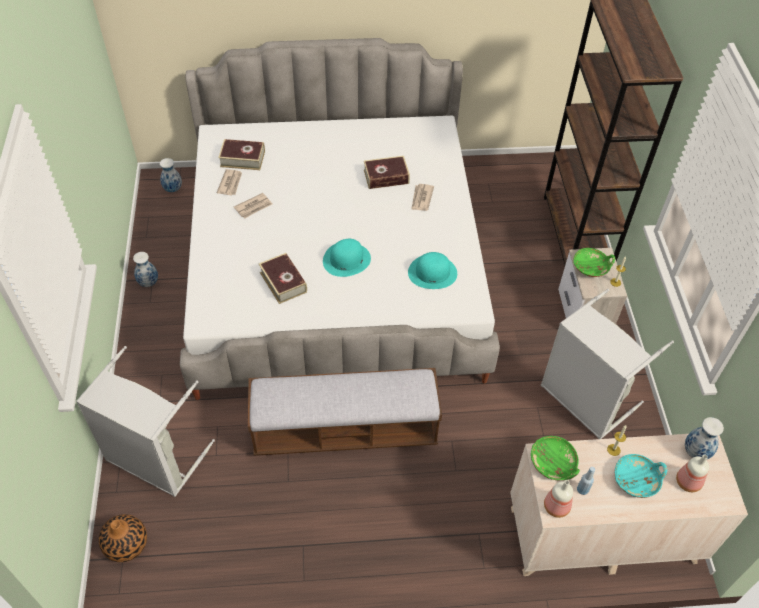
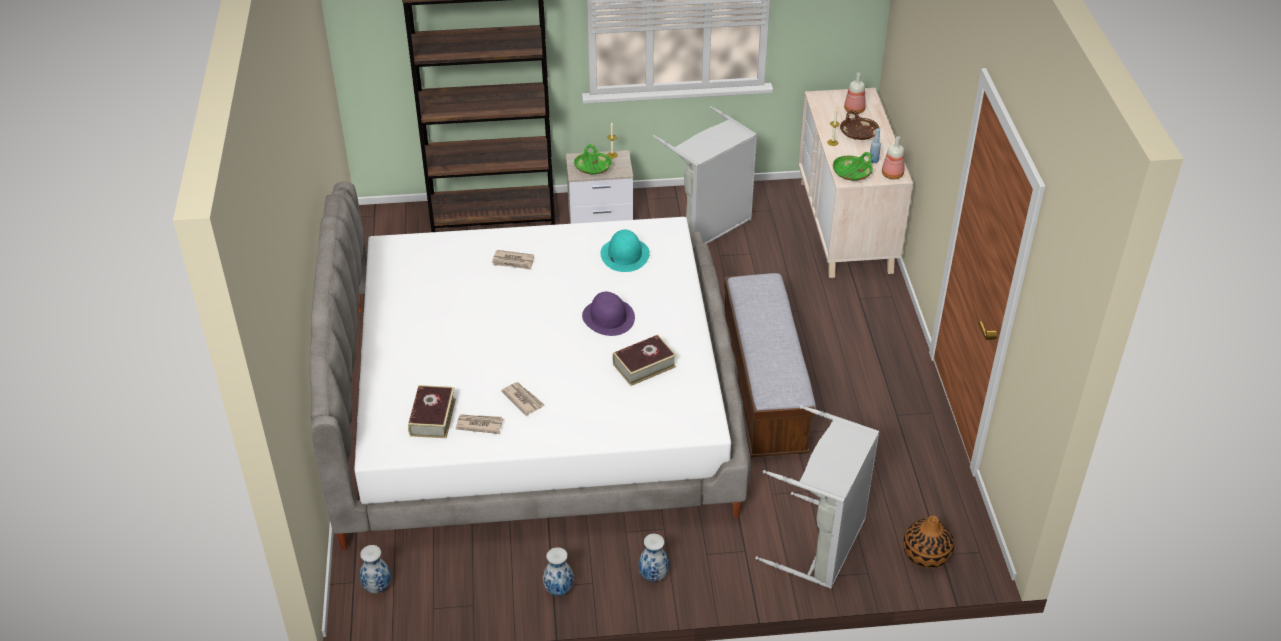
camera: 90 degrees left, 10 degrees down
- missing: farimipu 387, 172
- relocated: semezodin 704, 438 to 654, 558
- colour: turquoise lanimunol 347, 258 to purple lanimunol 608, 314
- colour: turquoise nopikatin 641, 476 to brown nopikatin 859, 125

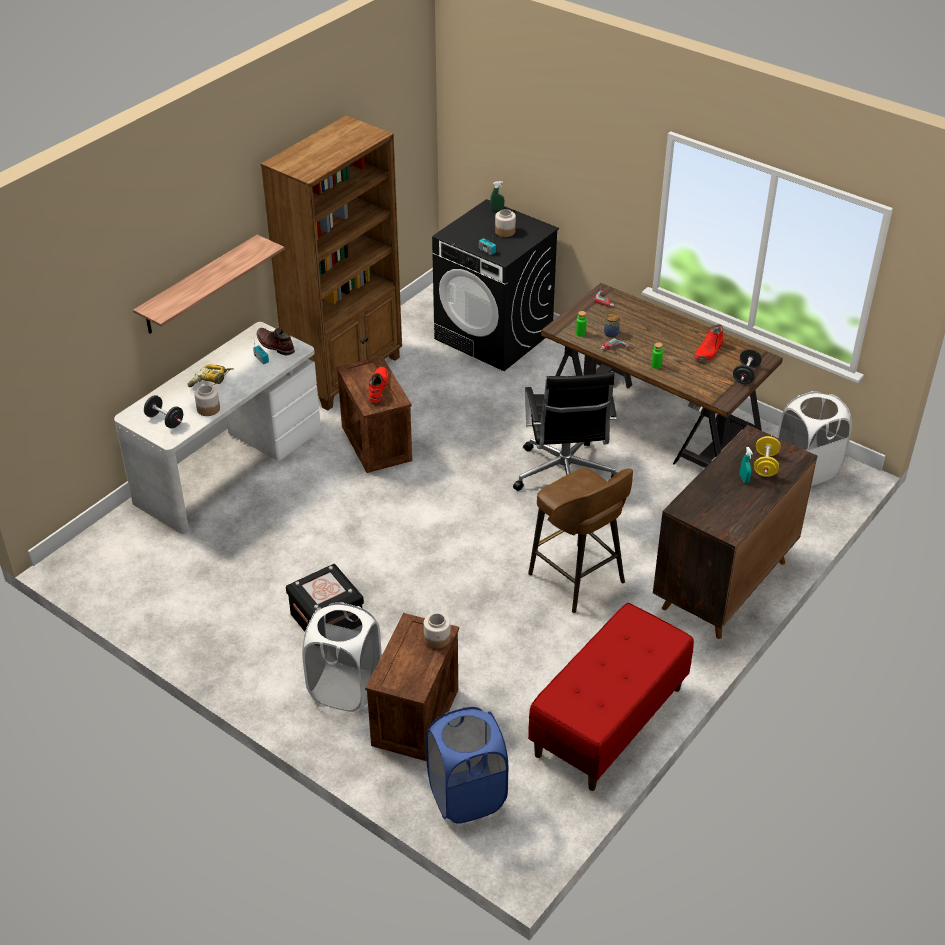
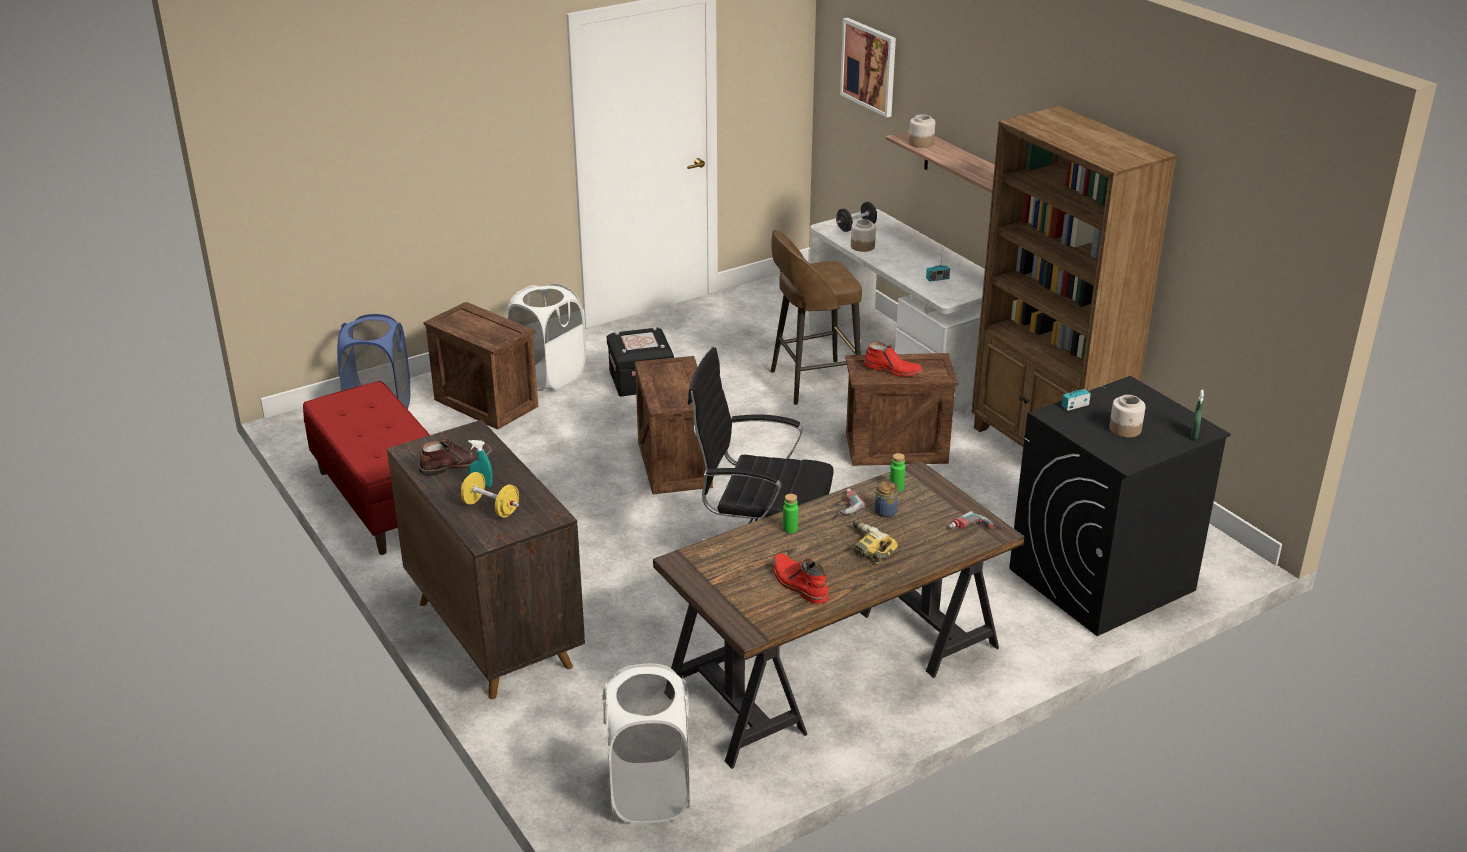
camera: 110 degrees right, 10 degrees down
- missing: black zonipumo 747, 366
- appeared: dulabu 674, 425
- appeared: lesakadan 868, 68
- relocated: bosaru 211, 375 to 869, 542
- relocated: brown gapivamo 276, 341 to 455, 457
- relocated: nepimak 437, 630 to 922, 131
- relocated: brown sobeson 580, 540 to 816, 317

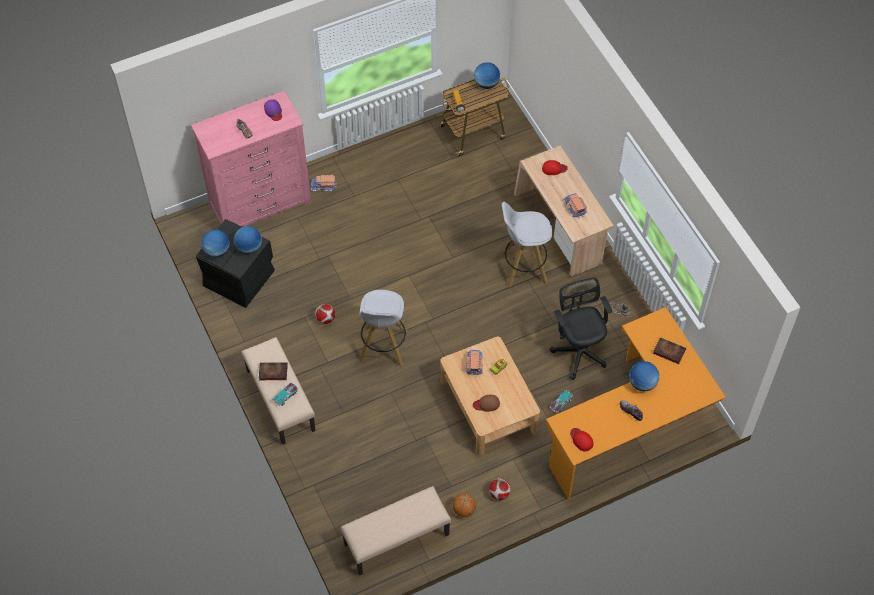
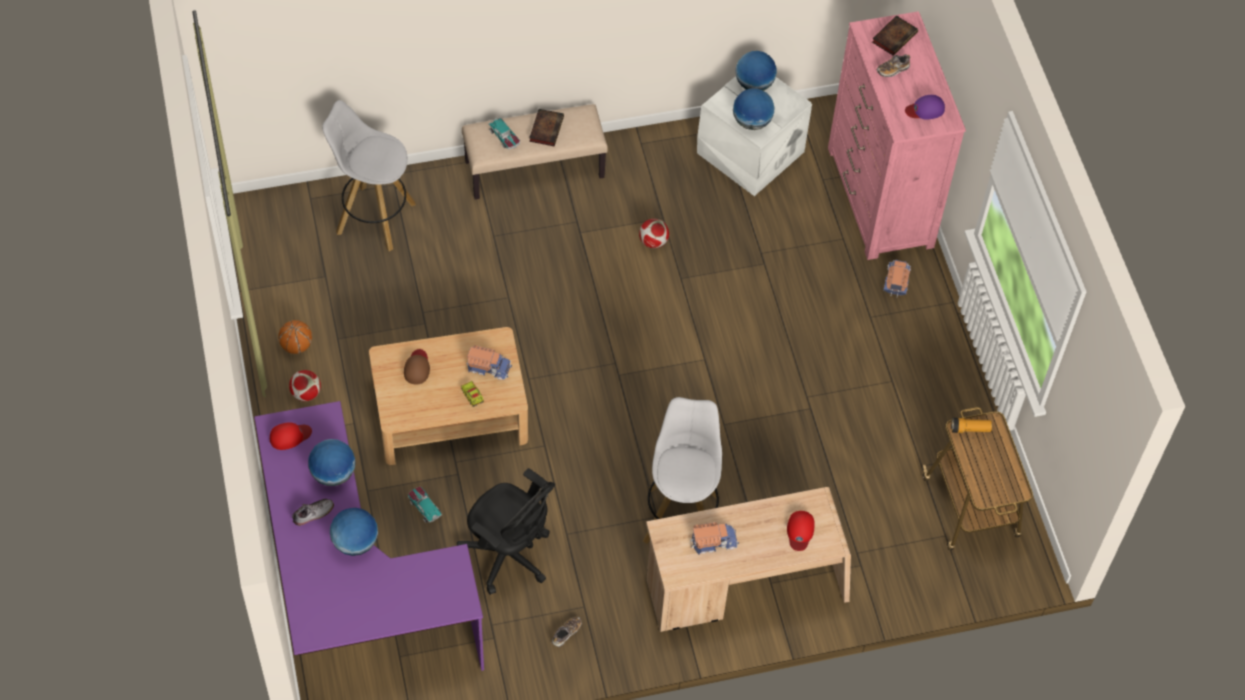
camera: 100 degrees right, 0 degrees up
- missing: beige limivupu 395, 530
- relocated: white sobeson 384, 328 to 369, 175
- relocated: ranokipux 487, 75 to 332, 462
- relocated: farimipu 669, 350 to 895, 36
- colour: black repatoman 235, 263 to white repatoman 754, 136
- colour: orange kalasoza 636, 403 to purple kalasoza 369, 536
- spun: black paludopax 581, 328 = 506, 531 45 degrees clockwise

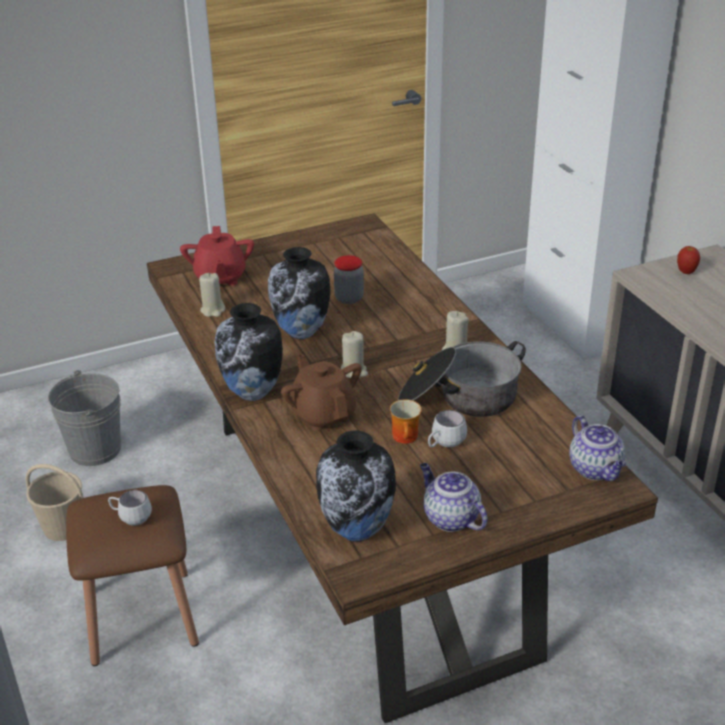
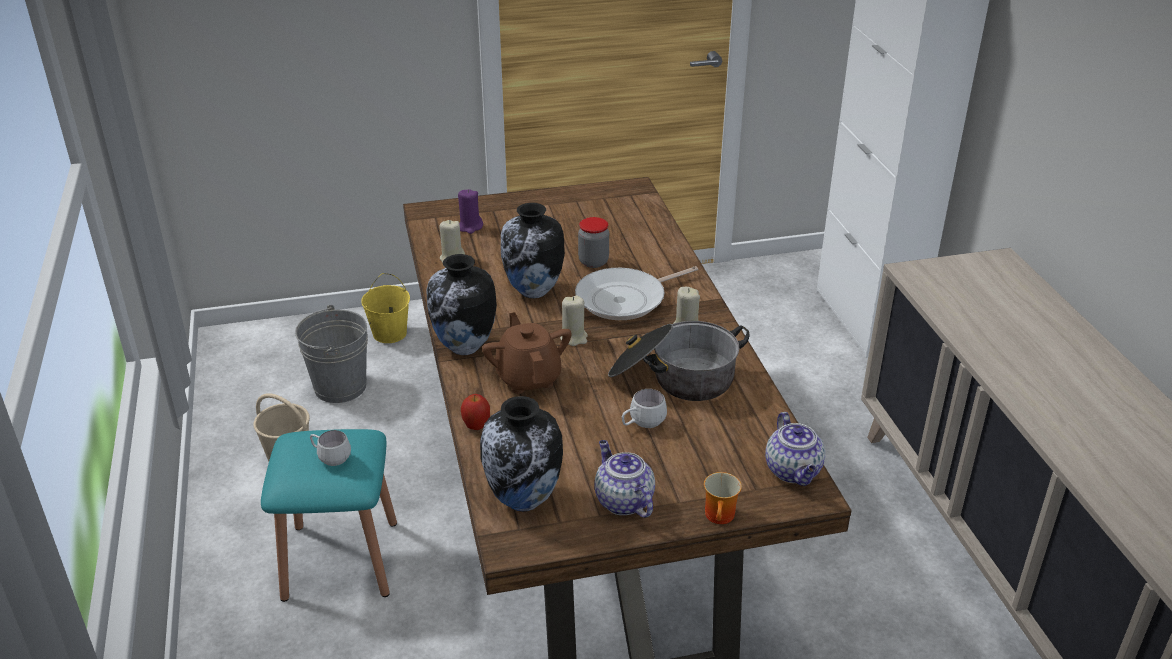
camera: 10 degrees right, 0 degrees up
- appeared: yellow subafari 385, 308
- appeared: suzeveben 636, 293
- relocated: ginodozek 406, 421 to 723, 498
- relocated: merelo 688, 260 to 475, 412
- exchanged: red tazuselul 217, 255 to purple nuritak 470, 211
- colour: brown sobeson 132, 575 to turquoise sobeson 329, 515

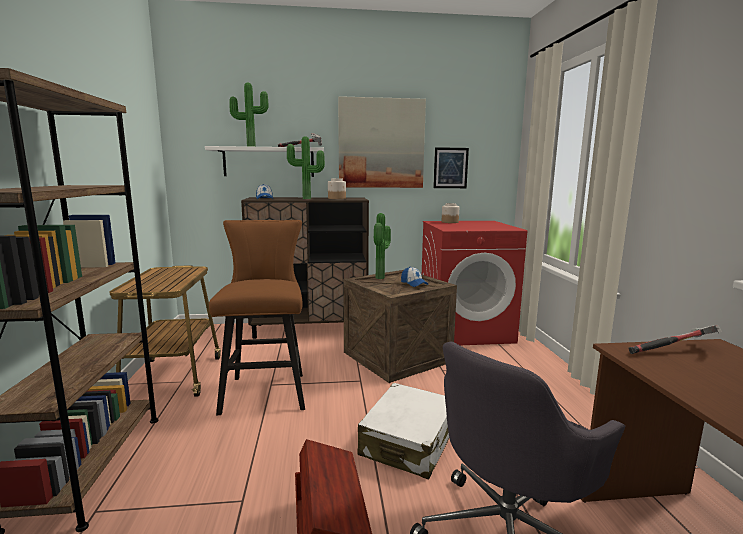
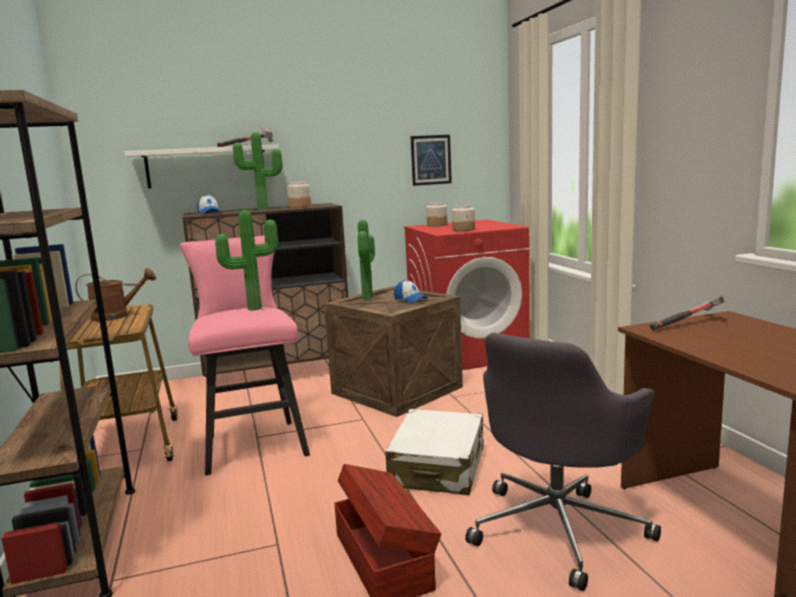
camera: 10 degrees left, 0 degrees up
- missing: lesakadan 382, 142
- appeared: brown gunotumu 115, 294
- appeared: nepimak 463, 218
- relocated: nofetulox 249, 115 to 246, 260
- colour: brown sobeson 257, 317 to pink sobeson 245, 355

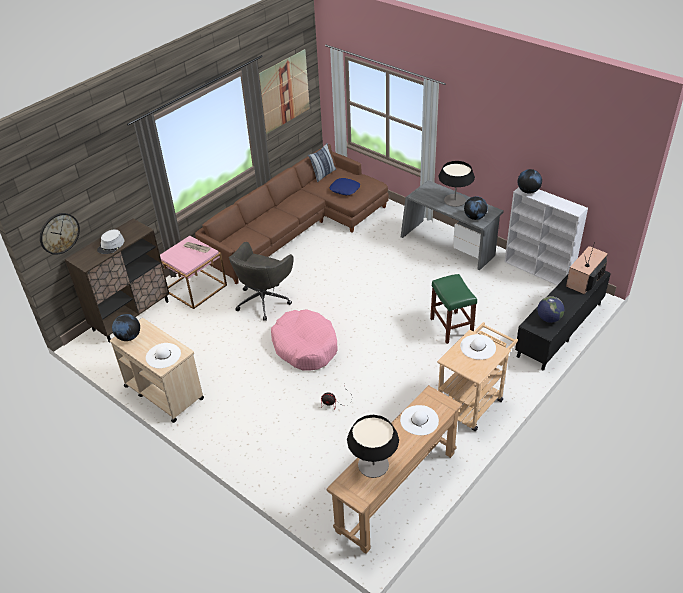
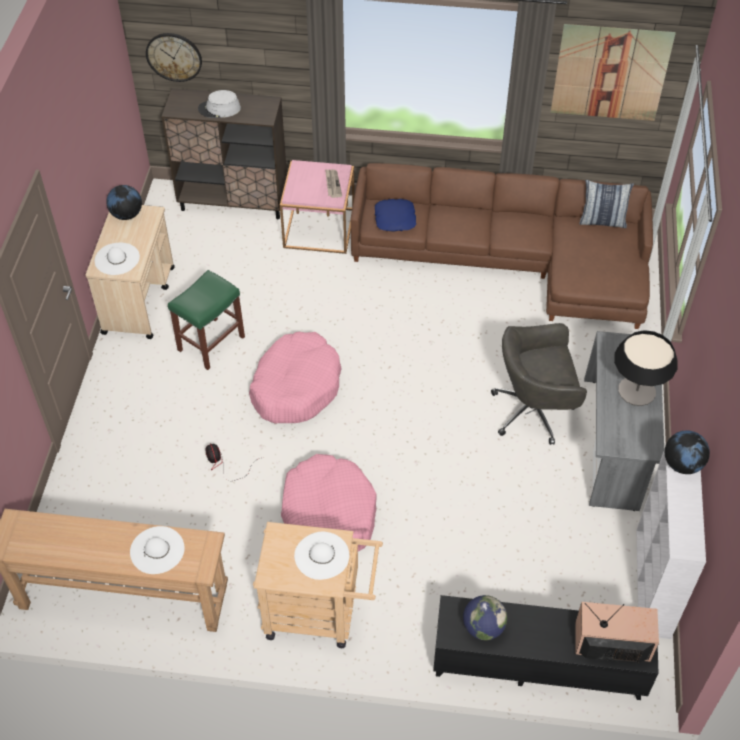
camera: 55 degrees right, 10 degrees up
- missing: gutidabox 373, 446
- missing: ranokipux 476, 208
- appeared: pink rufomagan 329, 502
- relocated: grey paludopax 261, 281 to 539, 384
- relocated: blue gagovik 344, 186 to 395, 215
- relocated: green sobeson 453, 309 to 206, 320

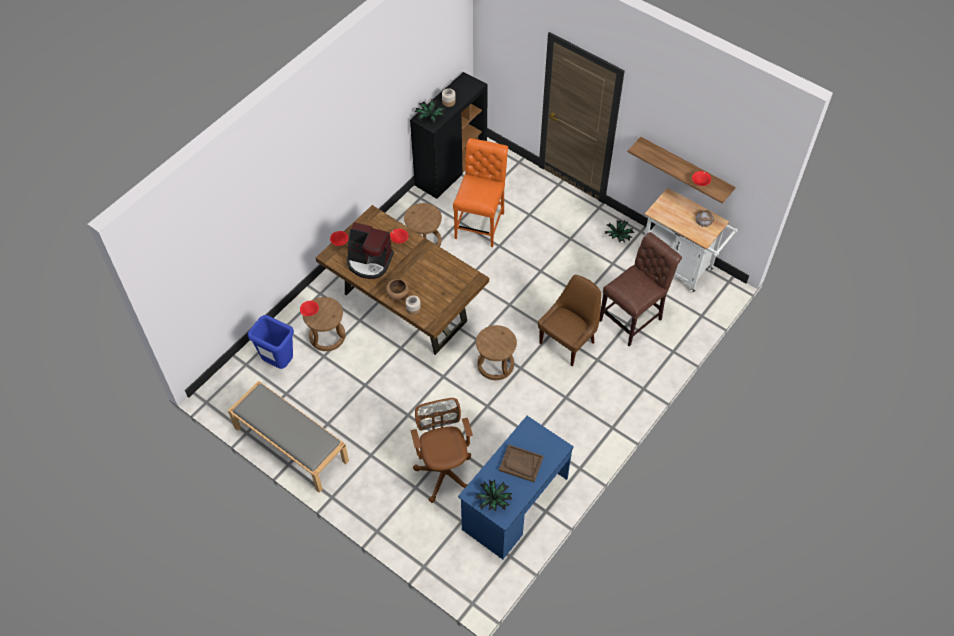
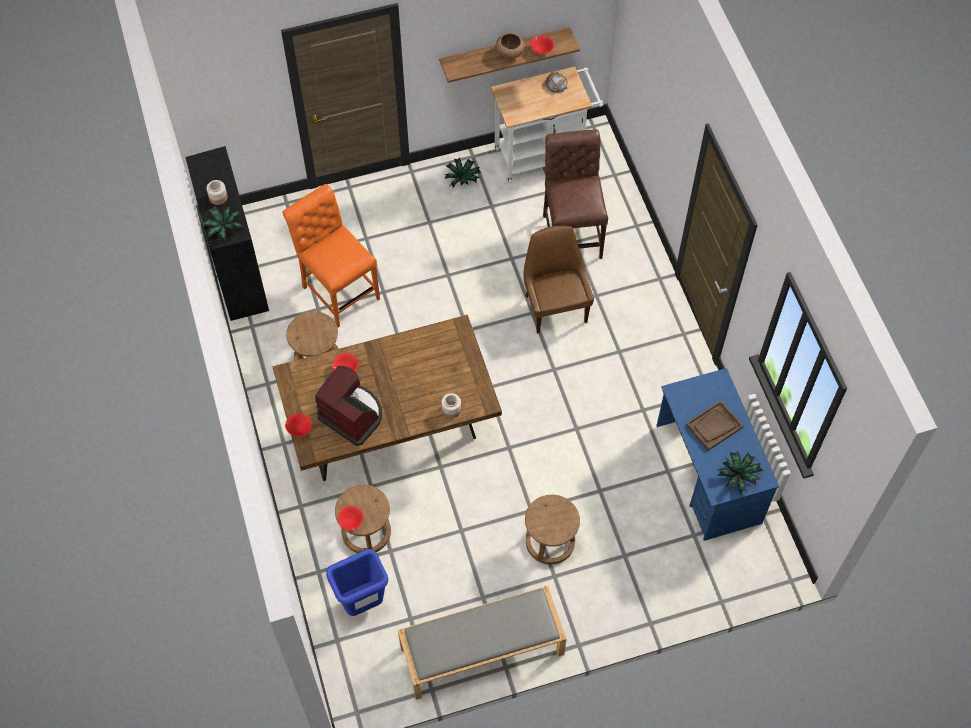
camera: 55 degrees left, 5 degrees up
- missing: brown paludopax 442, 450
- relocated: brown nopikatin 397, 289 to 510, 46
- relocated: brown sobeson 496, 352 to 552, 530
- spun: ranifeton 370, 250 = 348, 406 105 degrees counterclockwise

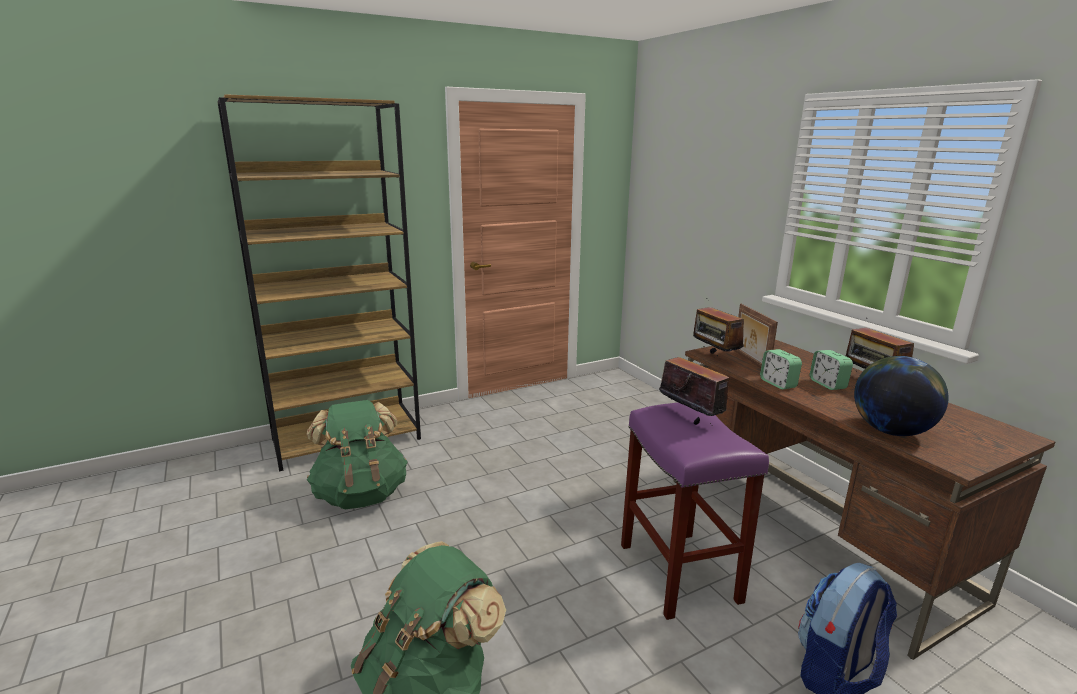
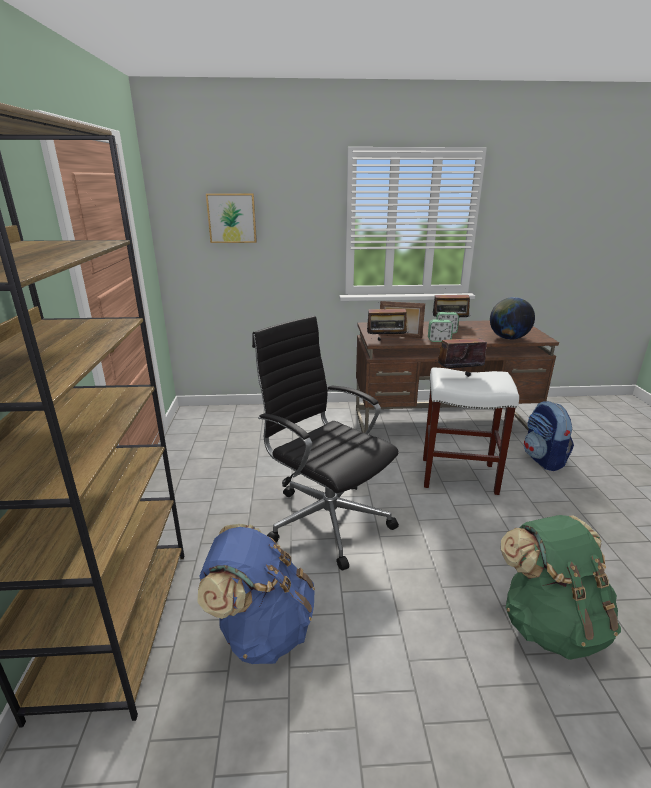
camera: 65 degrees left, 5 degrees up
- appeared: lesakadan 231, 218
- appeared: black paludopax 325, 443
- colour: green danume 357, 454 to blue danume 256, 594
- colour: purple sobeson 695, 511 to white sobeson 471, 431

